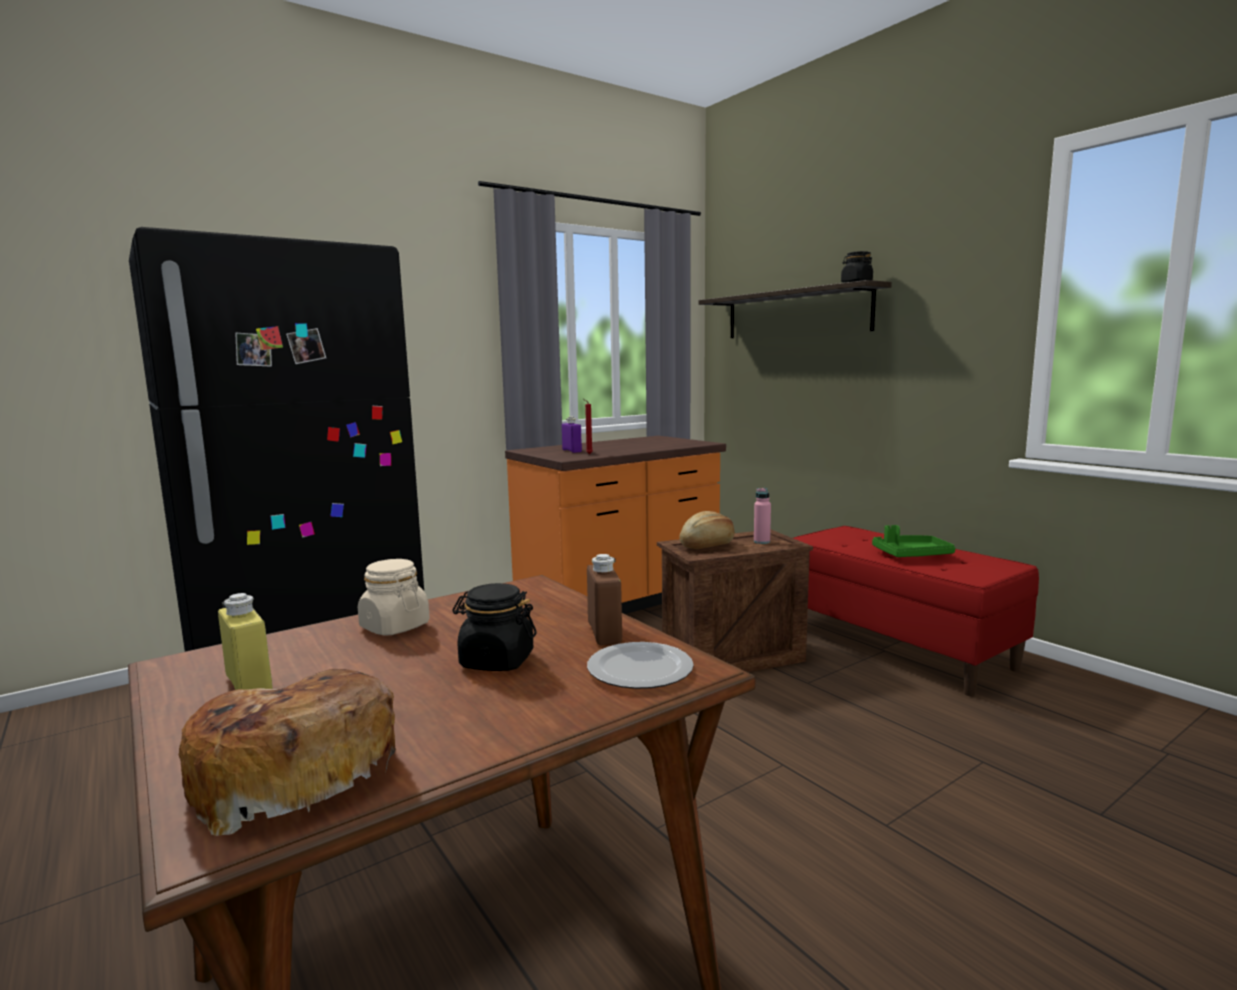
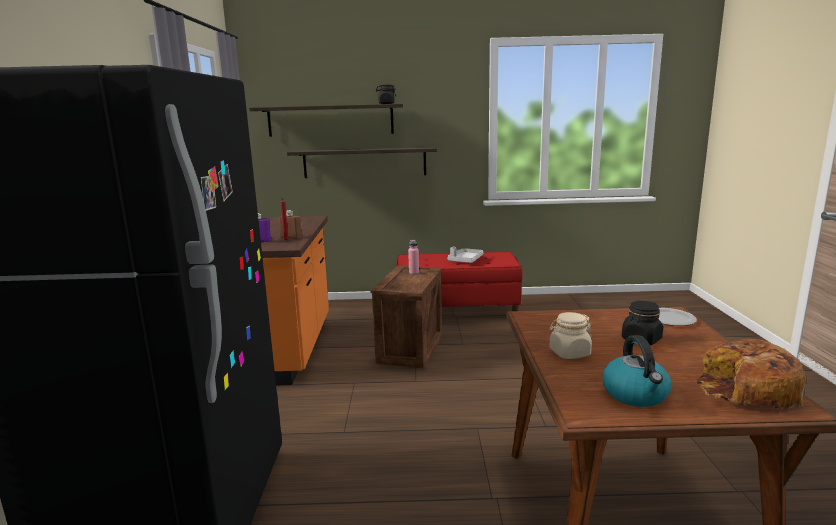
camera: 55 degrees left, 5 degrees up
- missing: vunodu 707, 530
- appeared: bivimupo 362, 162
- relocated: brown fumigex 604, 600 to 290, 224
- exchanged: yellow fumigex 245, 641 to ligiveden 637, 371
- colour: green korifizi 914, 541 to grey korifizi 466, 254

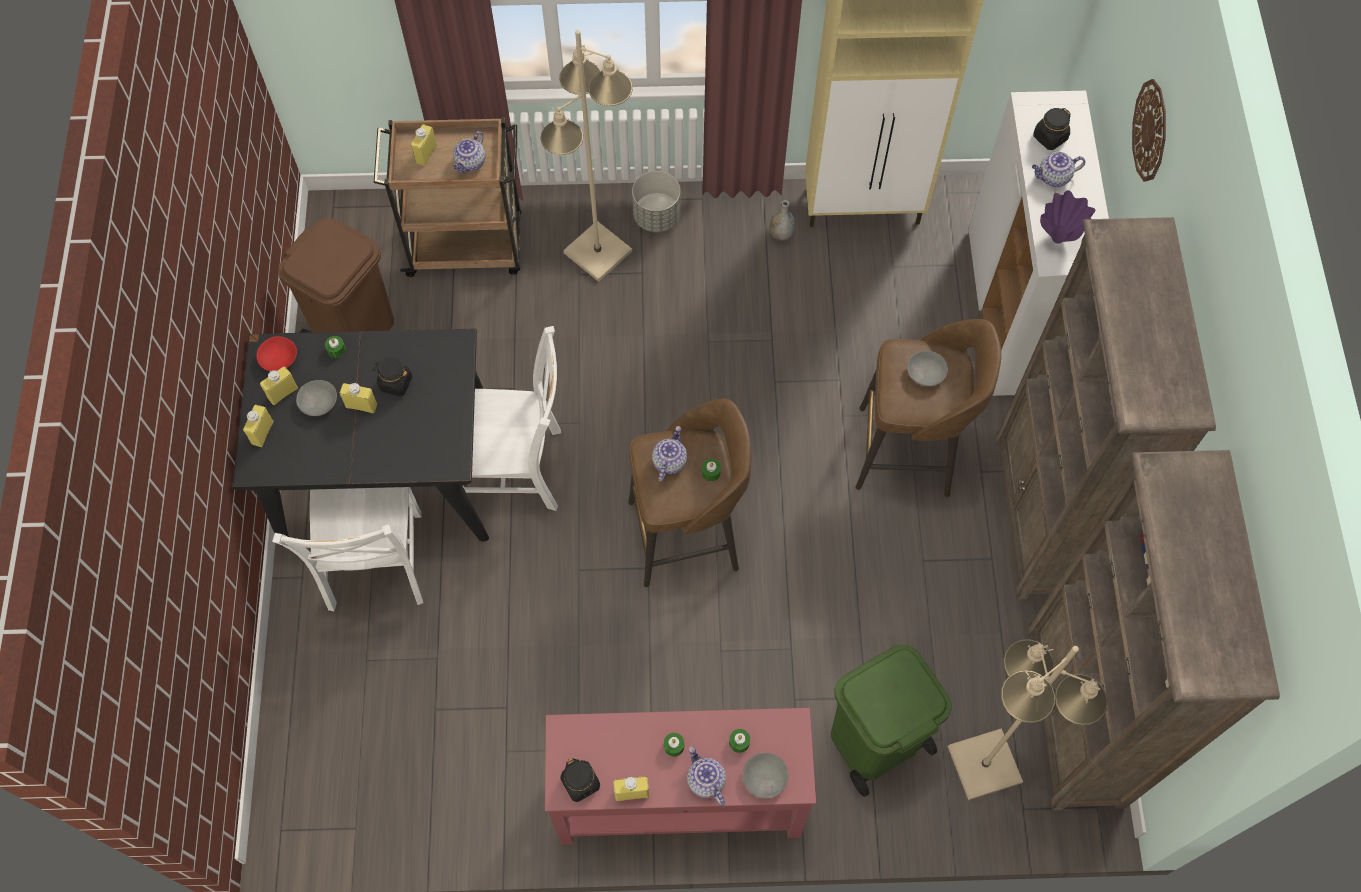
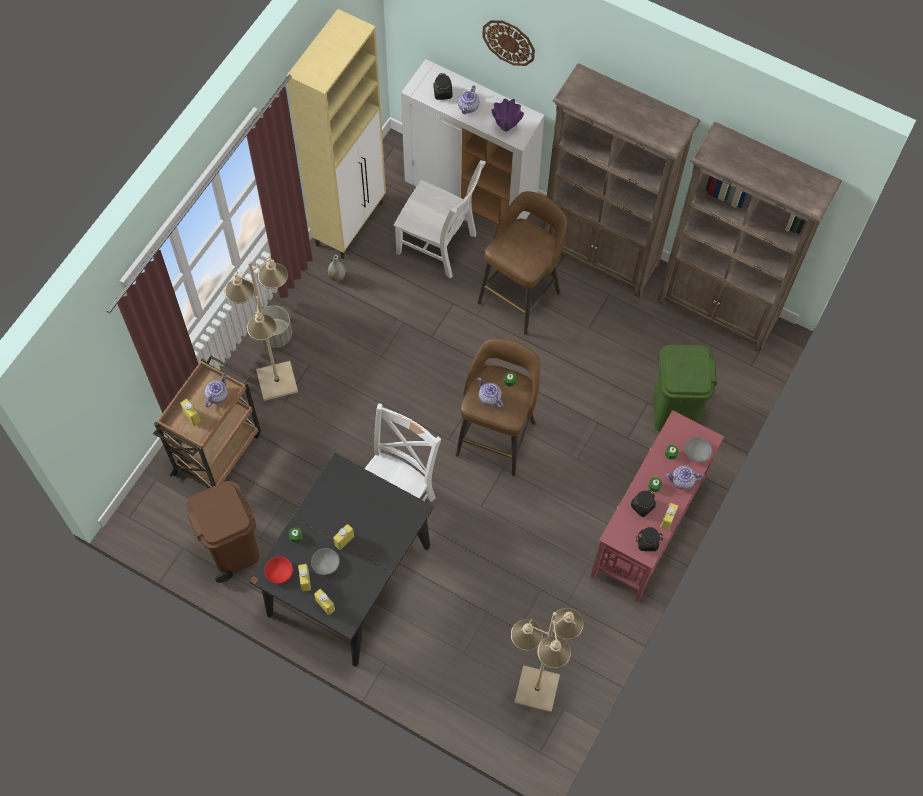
camera: 60 degrees left, 0 degrees up
- missing: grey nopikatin 927, 368
- relocated: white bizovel 347, 549 to 440, 219
- relocated: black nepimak 392, 376 to 643, 503
- relocated: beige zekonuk 1027, 719 to 547, 660
- spun: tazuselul 469, 152 = 216, 390 120 degrees counterclockwise

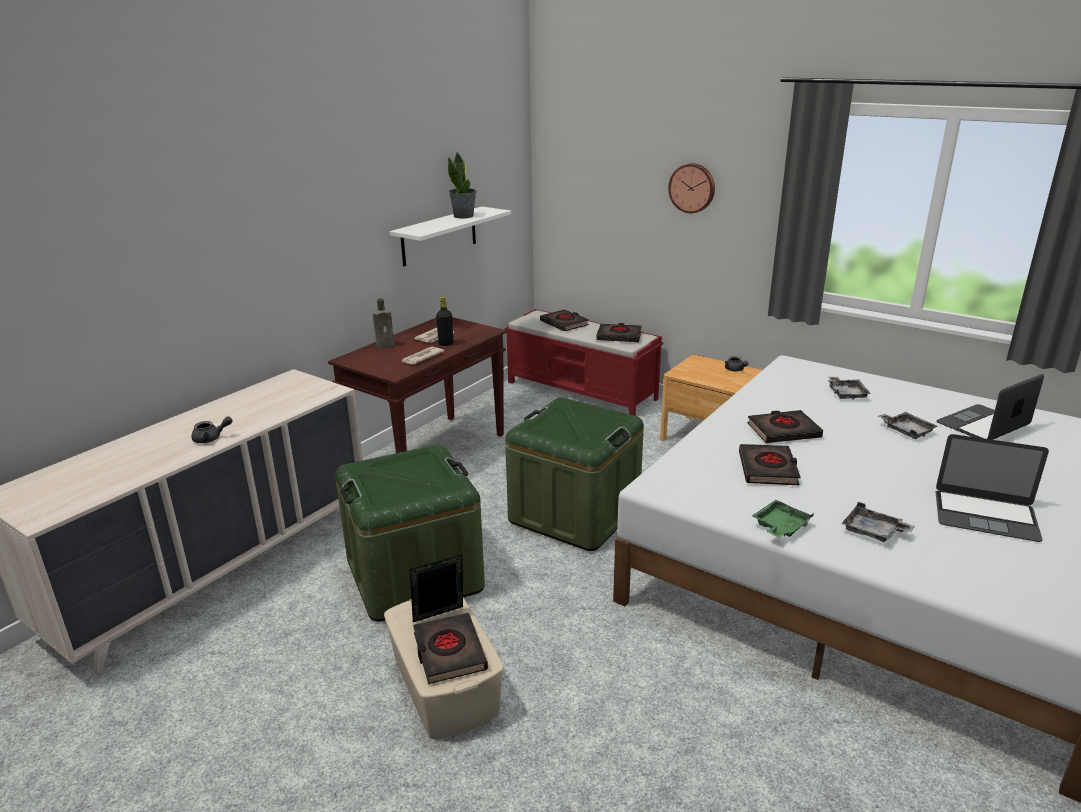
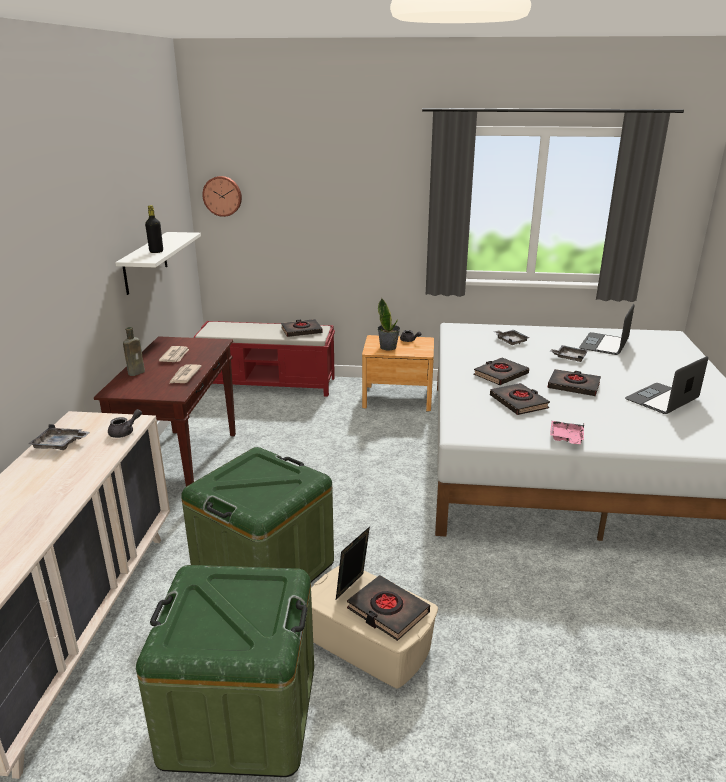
camera: 30 degrees left, 0 degrees up
- relocated: grey tazuselul 212, 429 to 125, 423
- relocated: black fumigex 444, 321 to 154, 229
- relocated: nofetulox 462, 185 to 389, 324
- relocated: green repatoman 574, 474 to 225, 671
- relocated: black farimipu 564, 320 to 574, 382
- relocated: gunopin 691, 188 to 222, 196
- relocated: grey korifizi 878, 522 to 59, 437
- colour: green korifizi 783, 518 to pink korifizi 567, 432
- spun: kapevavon 992, 488 = 666, 385 150 degrees clockwise

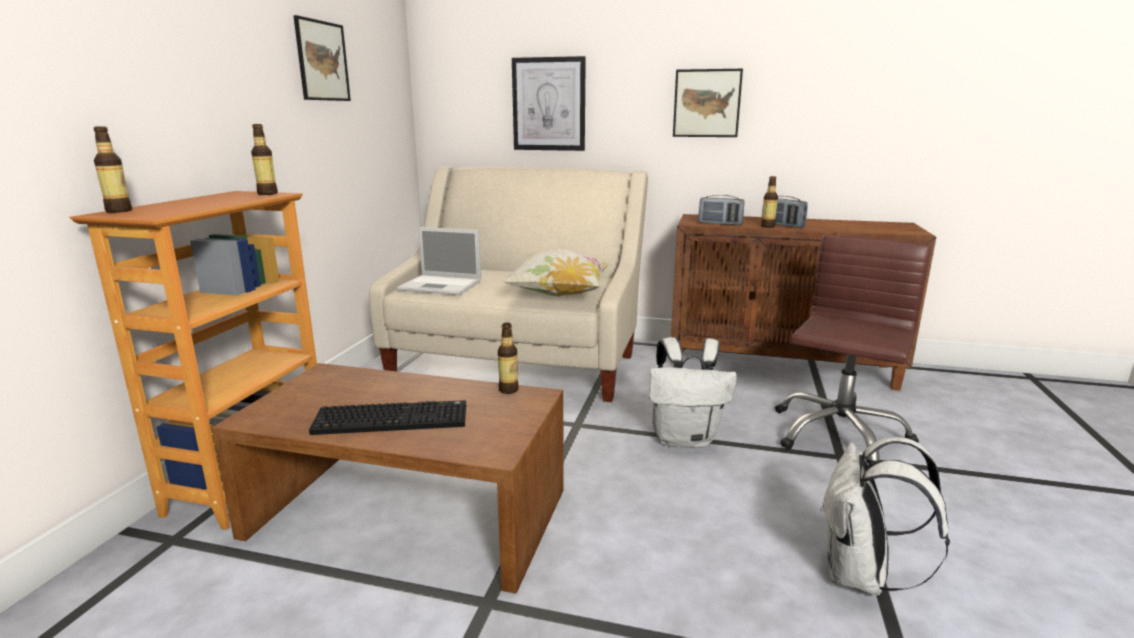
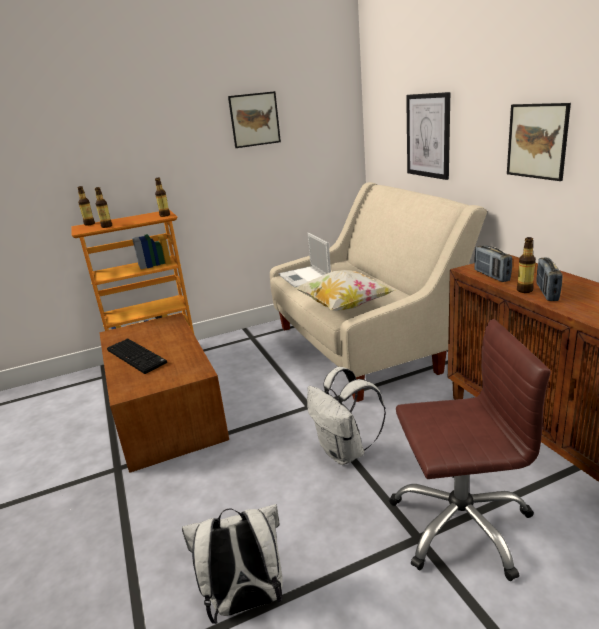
camera: 55 degrees right, 5 degrees up
- relocated: fumigex 508, 358 to 103, 207

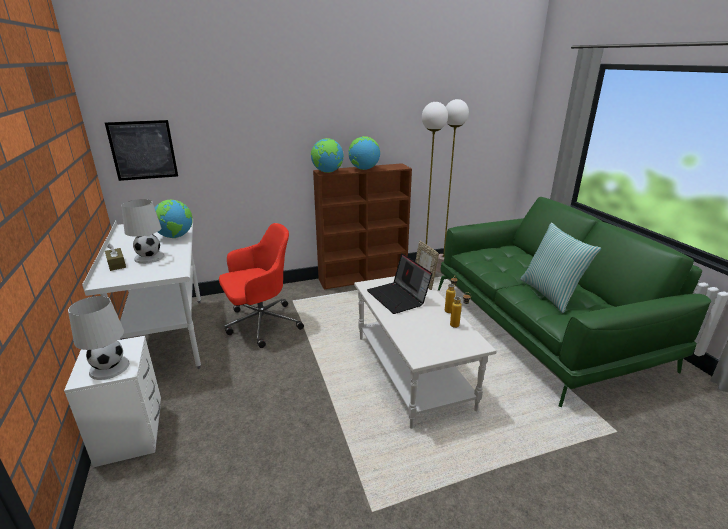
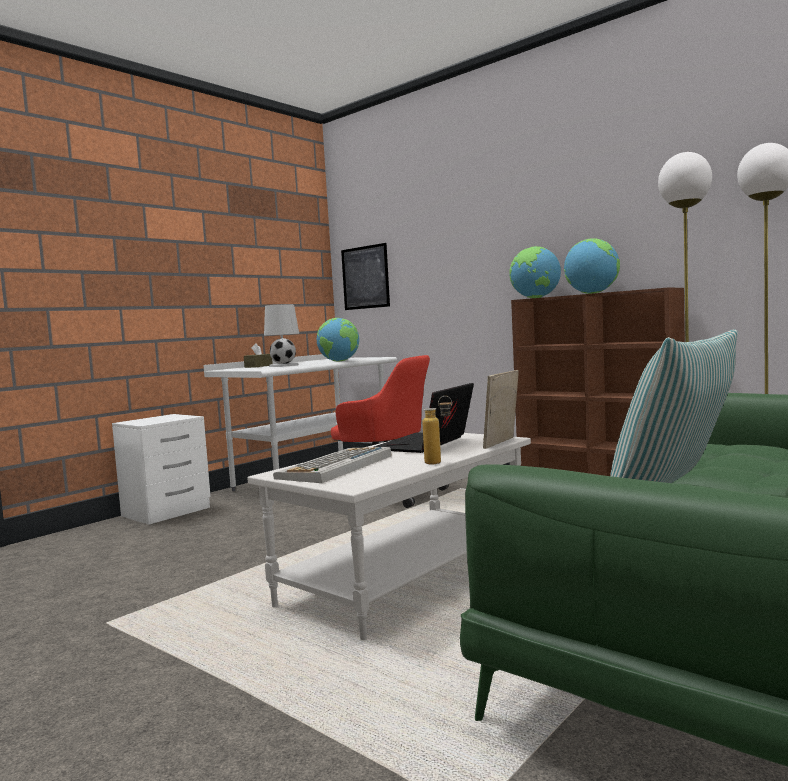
camera: 60 degrees right, 20 degrees down
- missing: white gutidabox 98, 338
- missing: fumigex 460, 310
- appeared: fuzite 332, 465

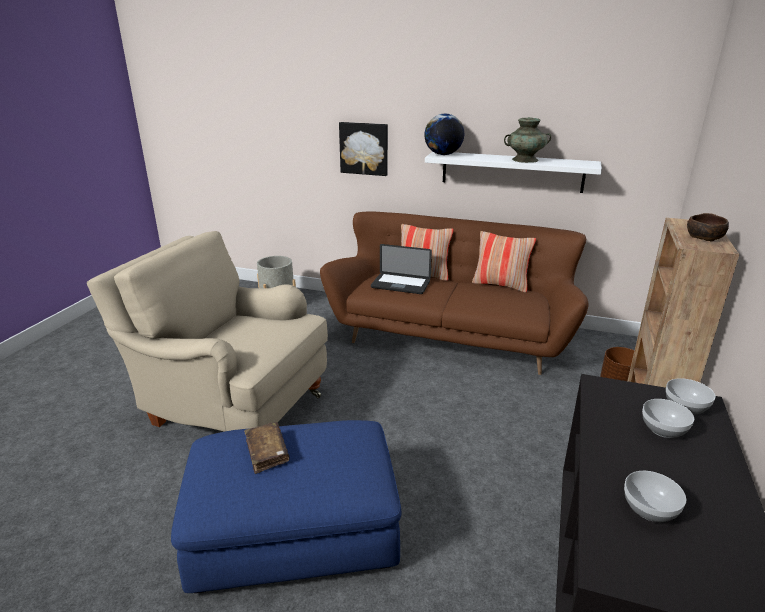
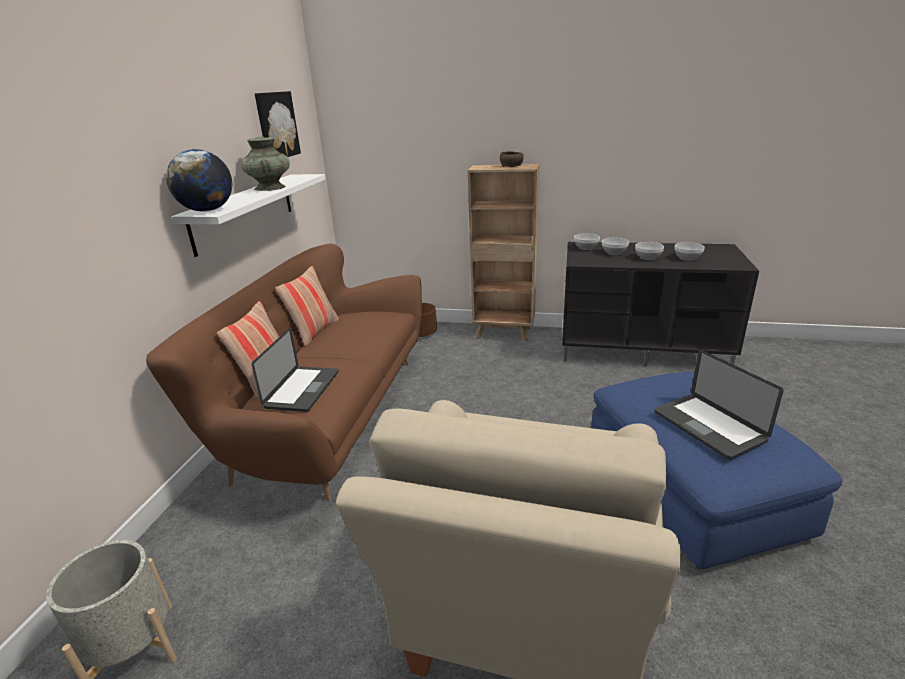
camera: 95 degrees left, 0 degrees up
- appeared: nopikatin 649, 251
- relocated: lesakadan 363, 149 to 278, 124
- exchanged: brown farimipu 267, 448 to kapevavon 719, 405

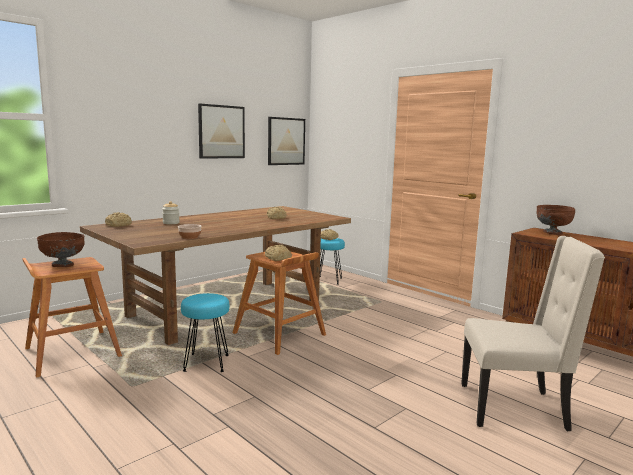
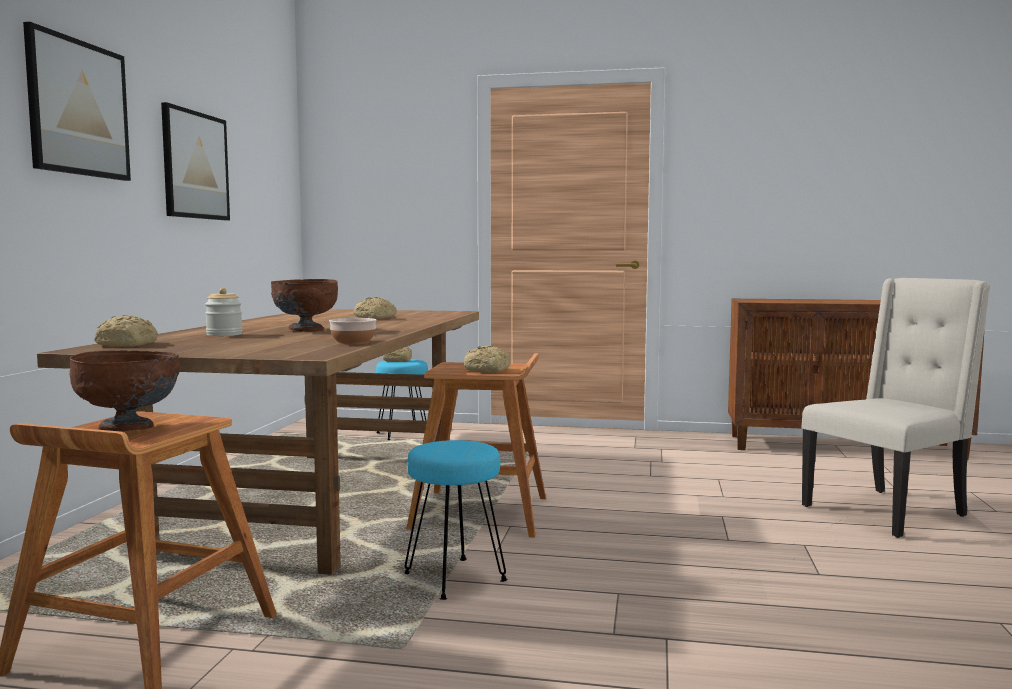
camera: 35 degrees left, 5 degrees down
- relocated: lesakadan 286, 141 to 77, 101
- relocated: brown nopikatin 555, 220 to 304, 305

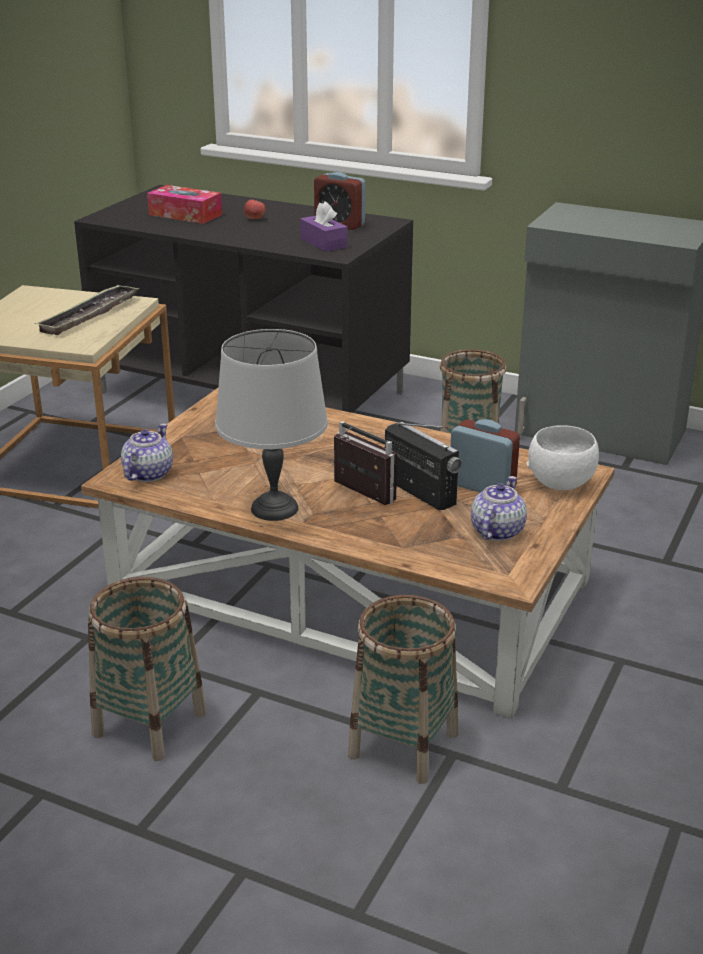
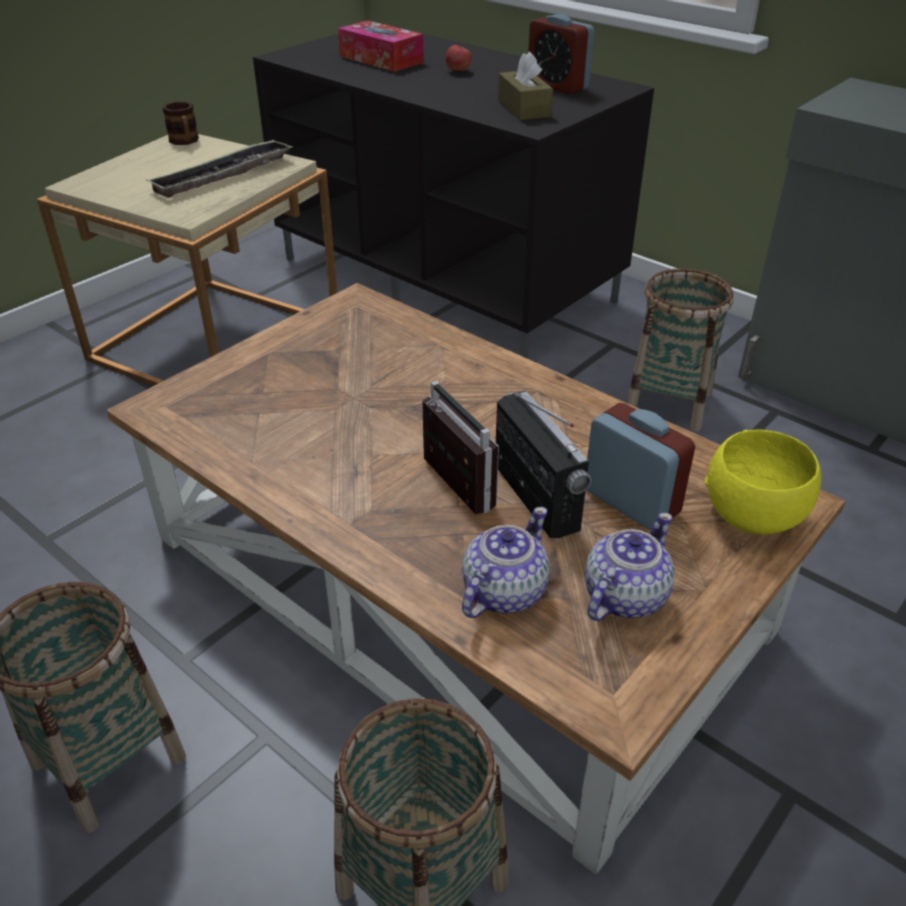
camera: 15 degrees right, 10 degrees up
- missing: grey gutidabox 271, 425
- appeared: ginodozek 180, 123
- relocated: tazuselul 147, 452 to 506, 562
- colour: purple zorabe 324, 226 to brown zorabe 525, 86
- colour: white nopikatin 563, 457 to yellow nopikatin 763, 482

